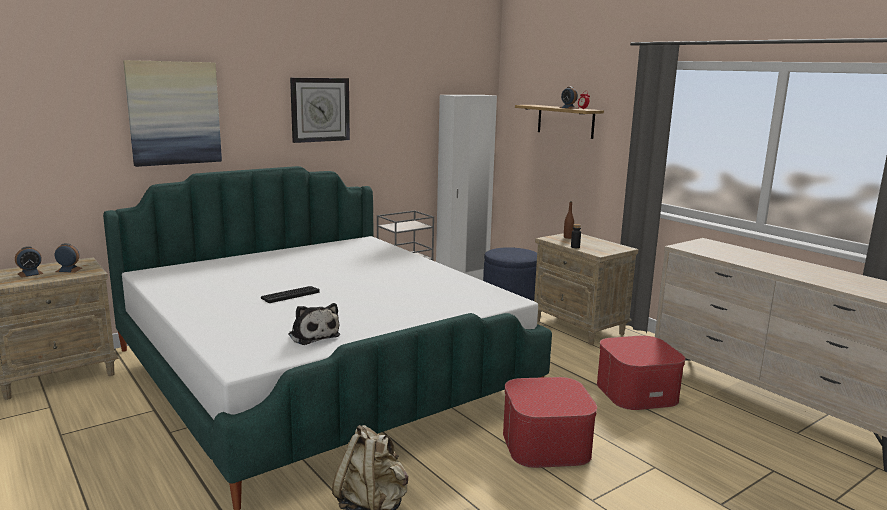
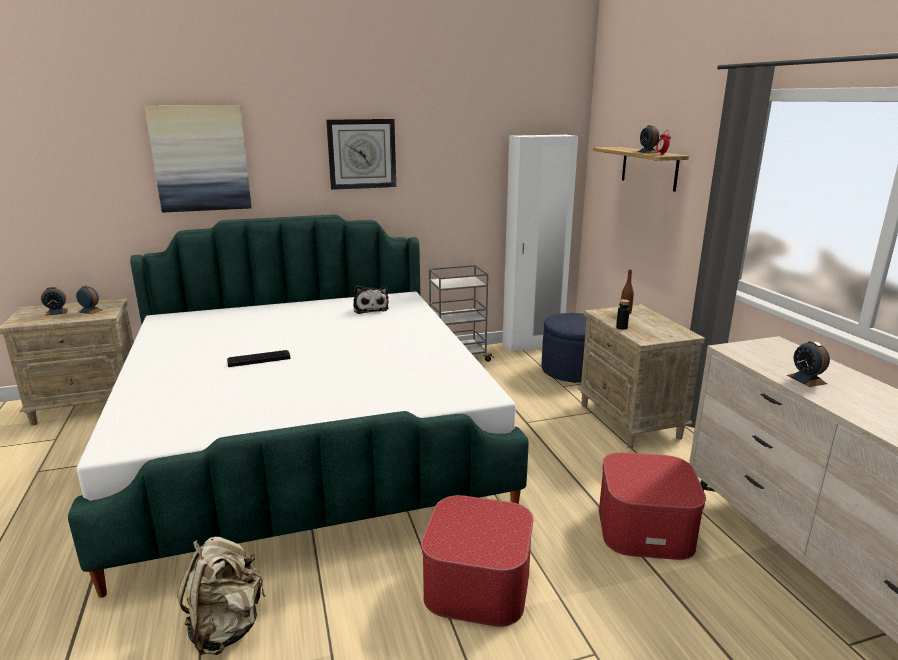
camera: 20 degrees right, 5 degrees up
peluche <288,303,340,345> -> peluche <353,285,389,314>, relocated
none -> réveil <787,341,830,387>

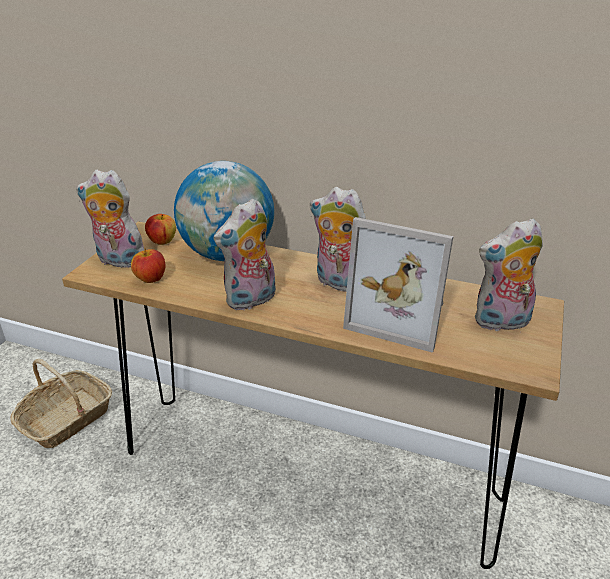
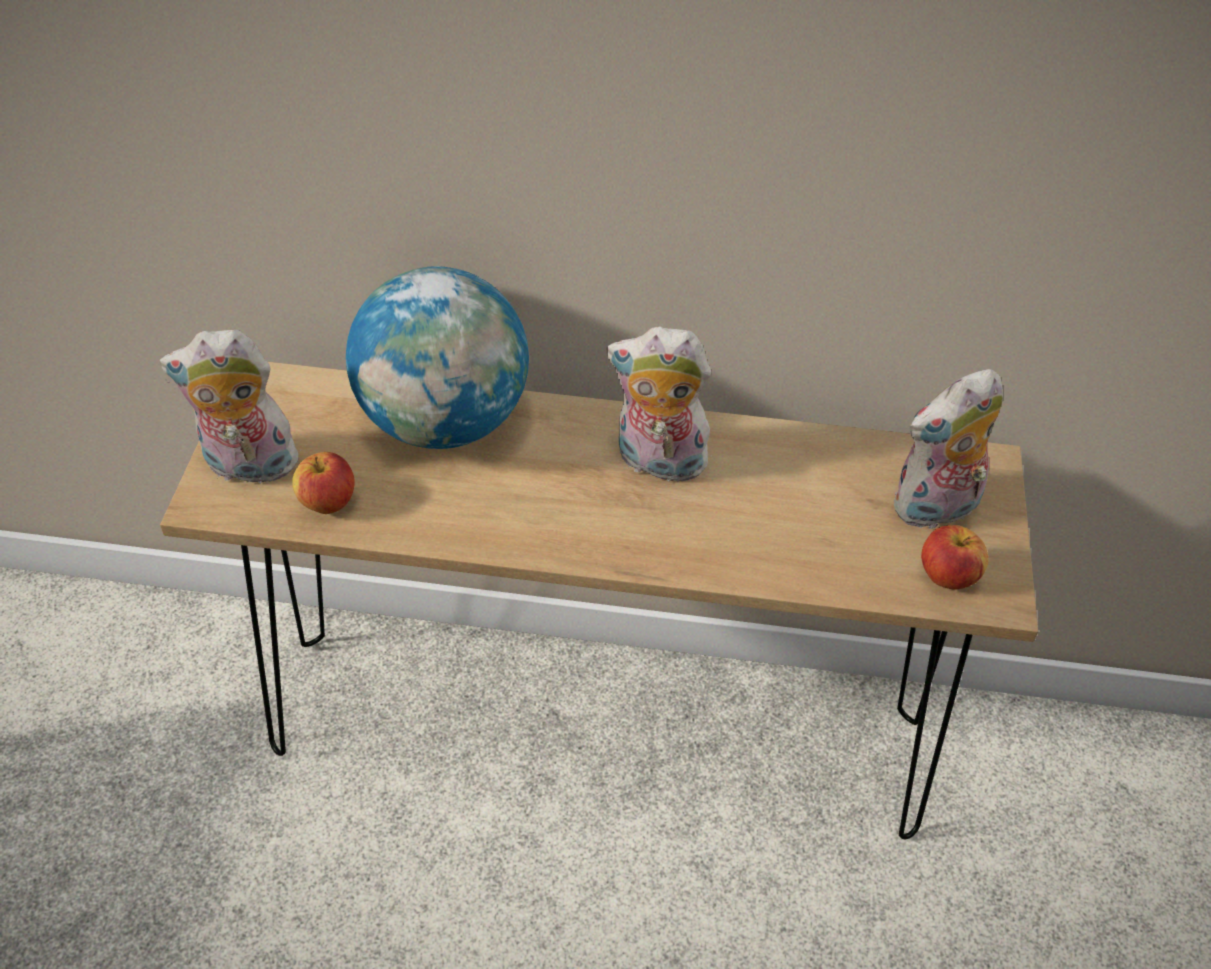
camera: 15 degrees left, 15 degrees up
panier <10,359,112,448> -> none
pomme <145,214,176,245> -> pomme <921,525,989,590>, relocated
peluche <214,199,276,311> -> none
cadre photo <343,217,454,353> -> none

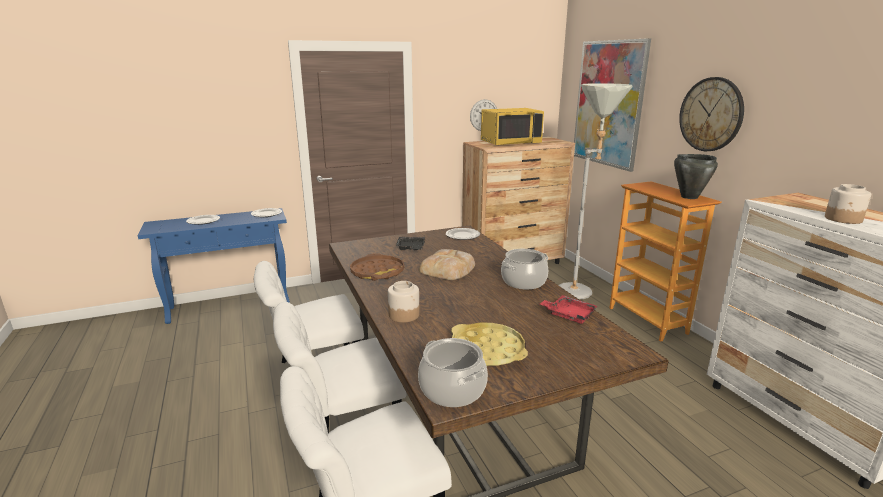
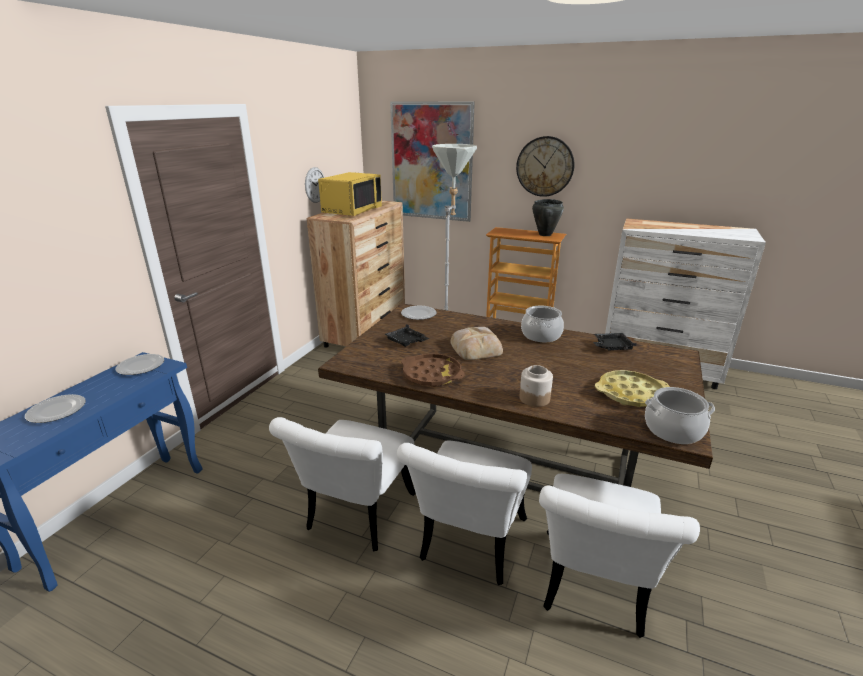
camera: 45 degrees left, 5 degrees up
plateau [rouge] <540,295,598,324> -> plateau [noir] <593,333,637,350>
bocal <825,184,871,224> -> none

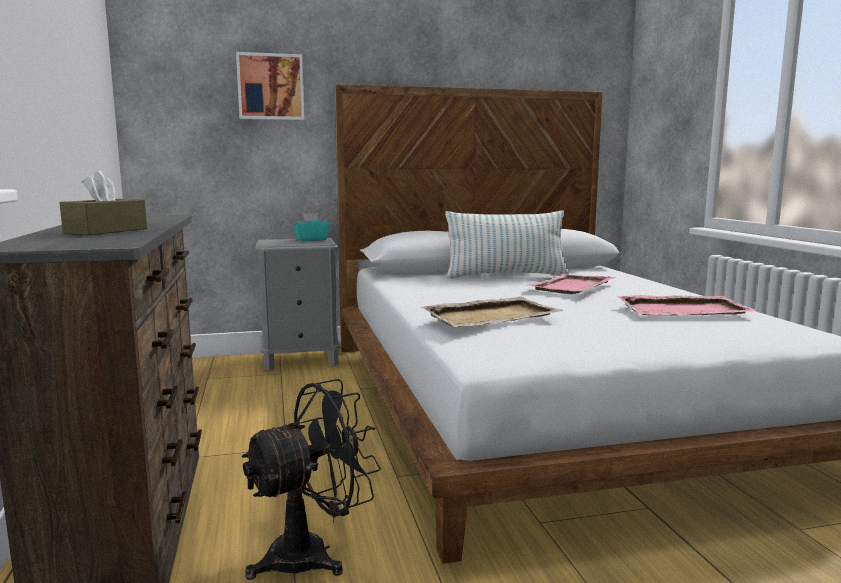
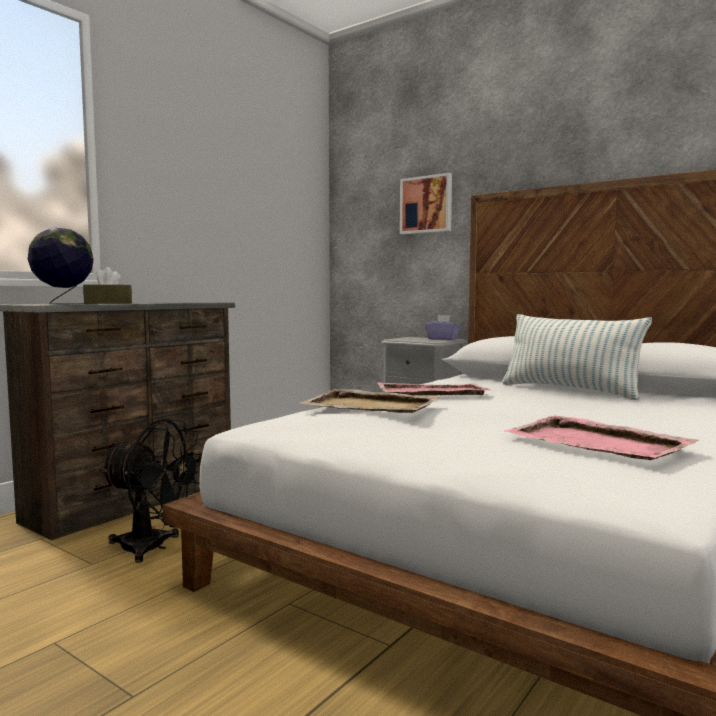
camera: 50 degrees right, 5 degrees down
boîte à mouchoirs [turquoise] <293,213,330,241> -> boîte à mouchoirs [violet] <425,315,460,340>
plateau [rose] <525,274,616,294> -> plateau [rose] <378,383,490,396>, relocated
none -> globe <28,227,94,304>

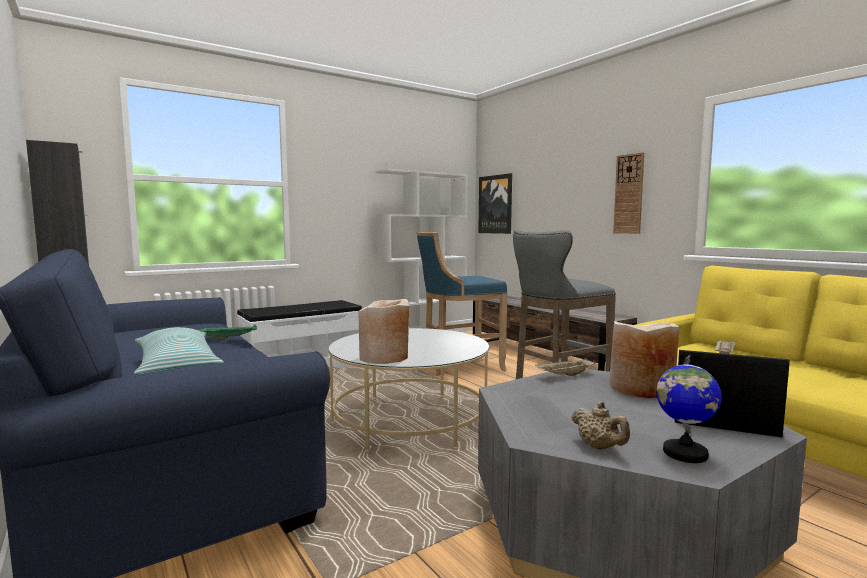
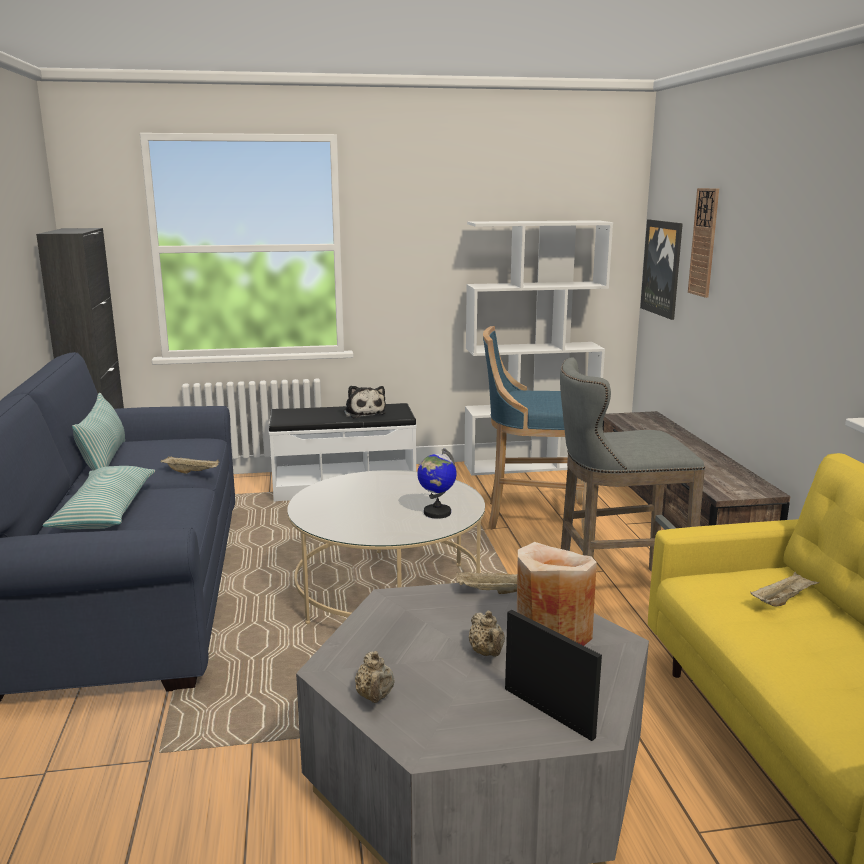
camera: 25 degrees right, 10 degrees up
plateau [vert] <198,324,257,340> -> plateau [beige] <161,456,220,474>
vase [beige] <358,299,409,364> -> none
horloge murale <613,152,644,234> -> horloge murale <688,188,719,298>, relocated
globe <656,355,722,463> -> globe <417,448,456,519>, relocated
none -> coussin <72,393,125,470>
none -> peluche <344,385,386,418>
none -> théière [beige] <469,611,505,657>

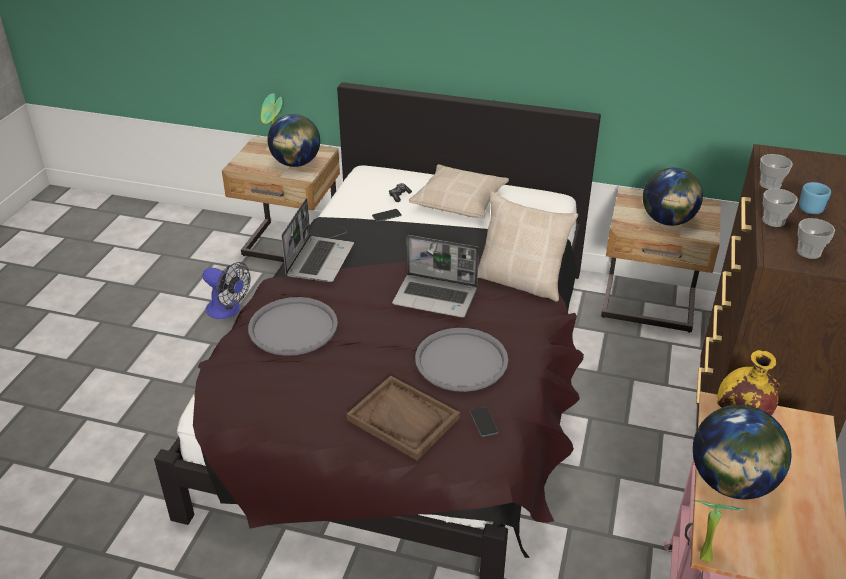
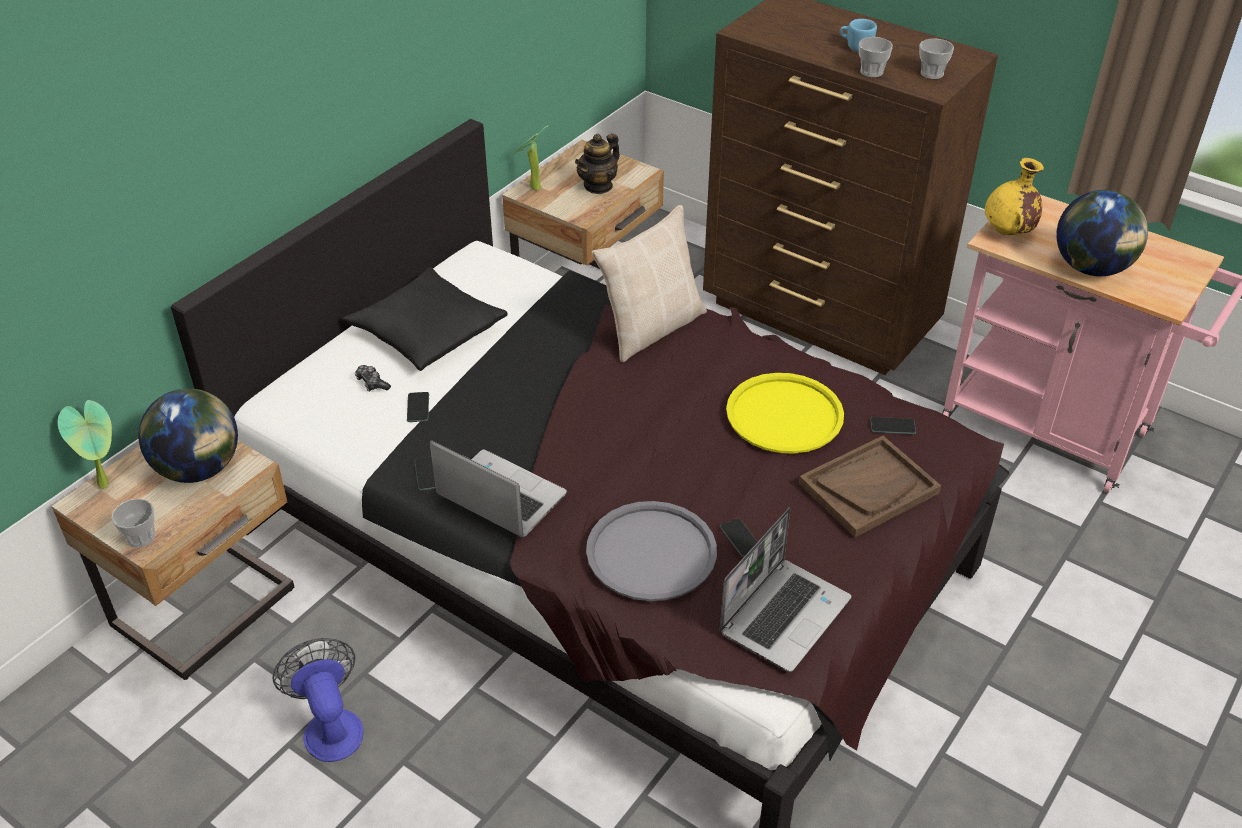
camera: 70 degrees left, 5 degrees up
ventilateur <203,262,250,319> -> ventilateur <272,638,364,762>, 75 degrees counterclockwise
ordinateur portable <392,235,479,318> -> ordinateur portable <720,508,851,672>, relocated
coussin [beige] <409,164,509,218> -> coussin [noir] <343,267,508,371>
plateau [gris] <415,328,508,392> -> plateau [jaune] <726,373,844,454>
globe <643,168,703,226> -> théière <575,133,620,194>
plante en pot <692,500,747,562> -> plante en pot <515,125,548,191>, relocated
tasse <760,154,793,190> -> tasse <111,499,155,548>, relocated
none -> téléphone <720,518,757,557>

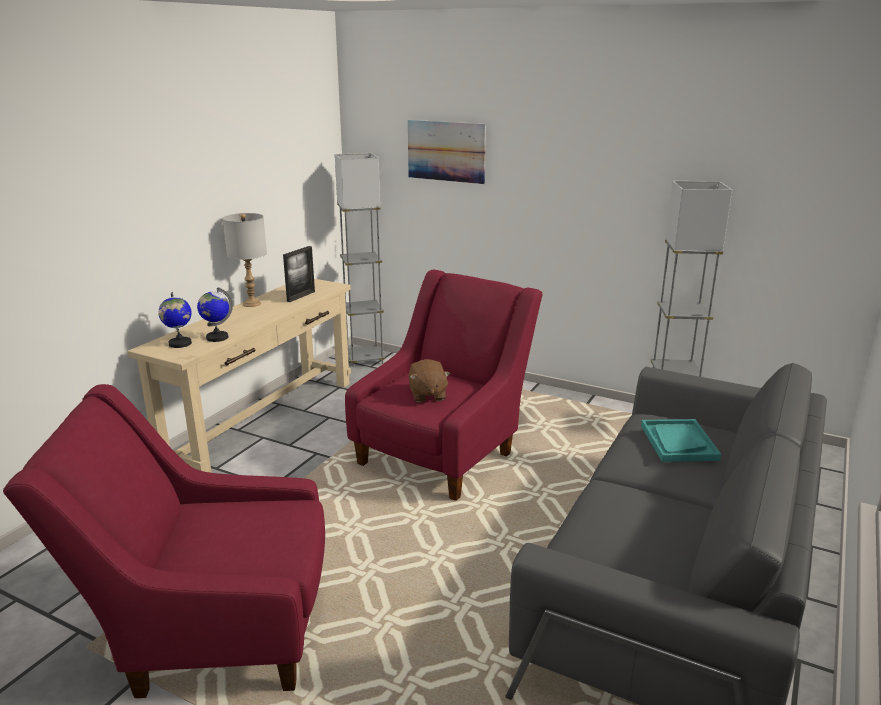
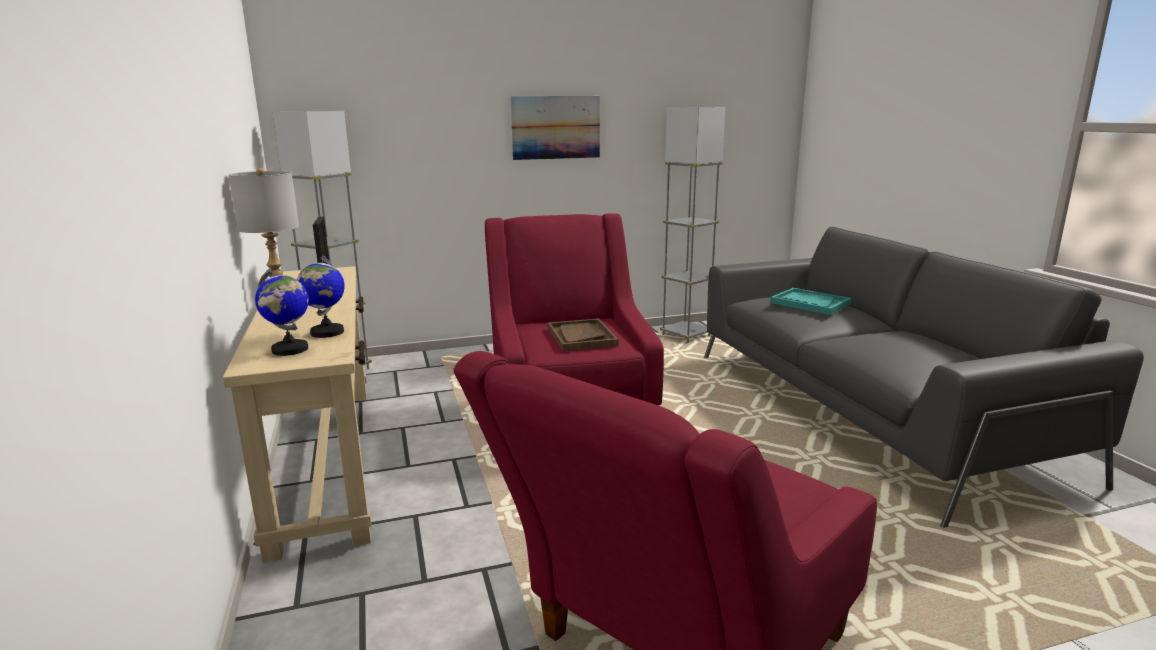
camera: 45 degrees left, 5 degrees down
tableau <408,120,486,184> -> tableau <511,96,600,160>, relocated
peluche [marron] <408,359,450,402> -> plateau [marron] <548,318,619,351>

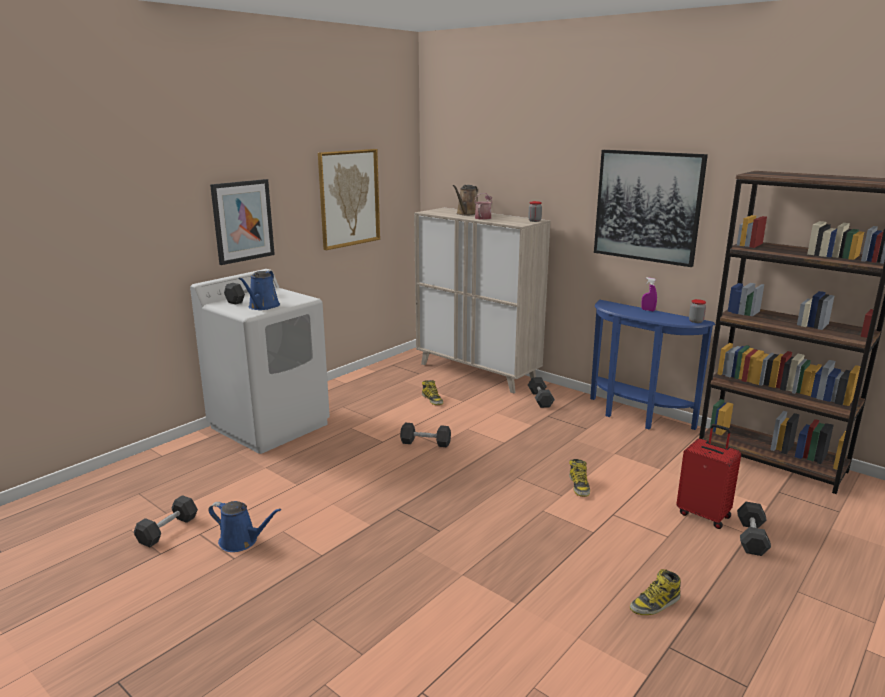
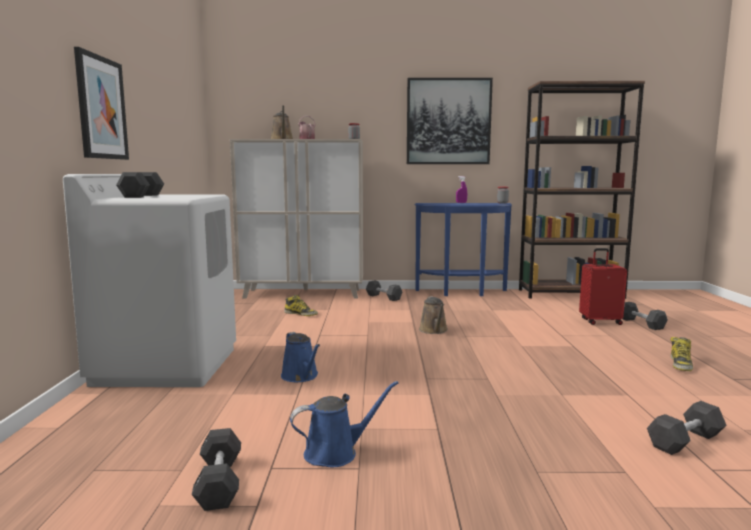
camera: 40 degrees left, 10 degrees down
arrosoir [bleu] <239,270,280,310> -> arrosoir [bleu] <281,332,320,382>, relocated
tableau <318,149,380,250> -> none
haltère [noir] <400,423,451,447> -> haltère [noir] <647,401,726,455>, relocated
botte <569,459,590,497> -> none
none -> arrosoir [marron] <419,296,448,334>

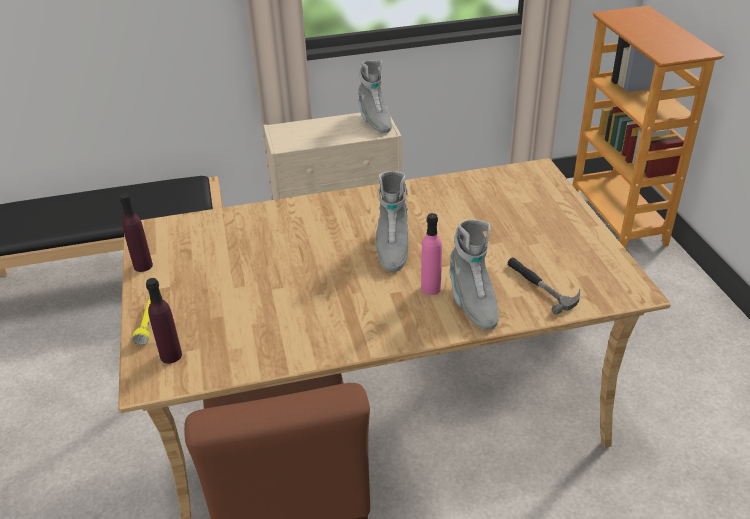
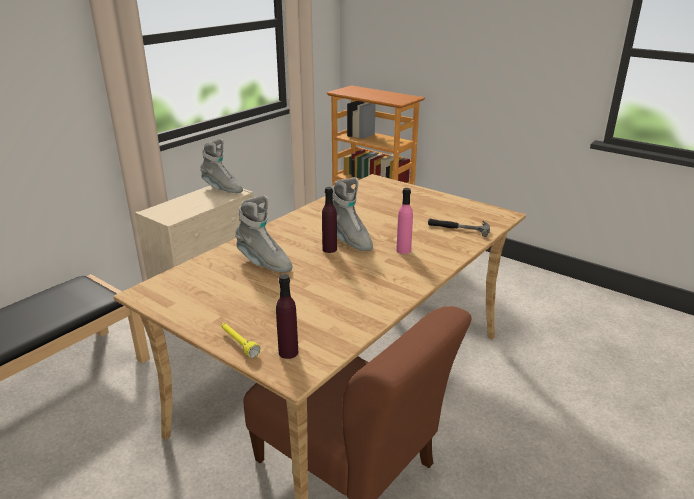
camera: 40 degrees left, 10 degrees down
bouteille [violet] <120,193,153,272> -> bouteille [violet] <322,187,337,253>, relocated
botte [gris] <449,219,499,330> -> botte [gris] <235,195,293,272>, relocated

